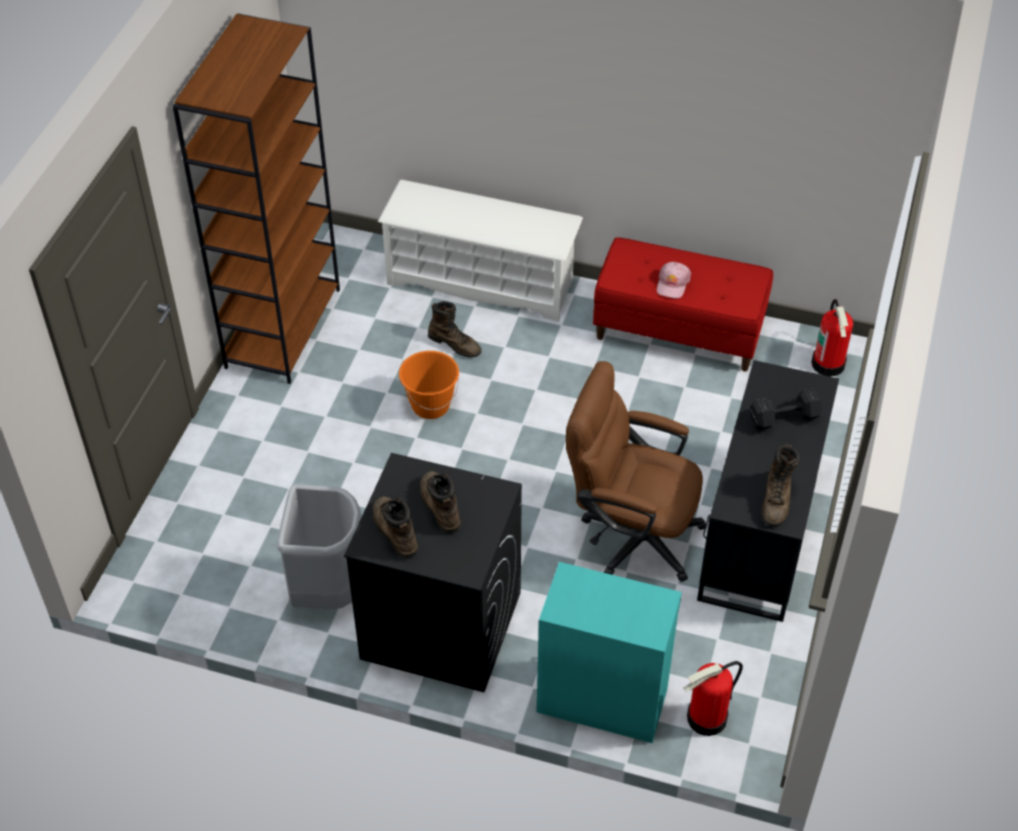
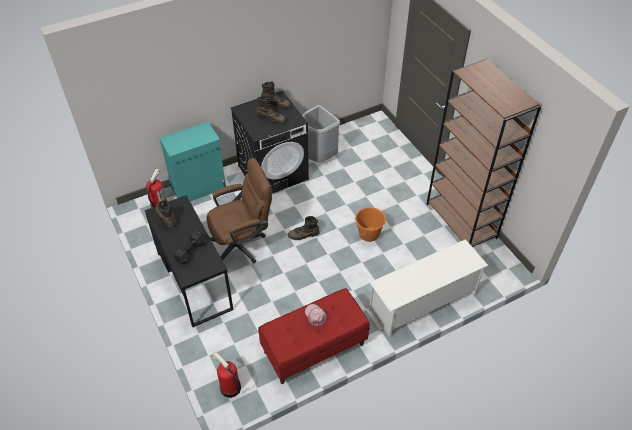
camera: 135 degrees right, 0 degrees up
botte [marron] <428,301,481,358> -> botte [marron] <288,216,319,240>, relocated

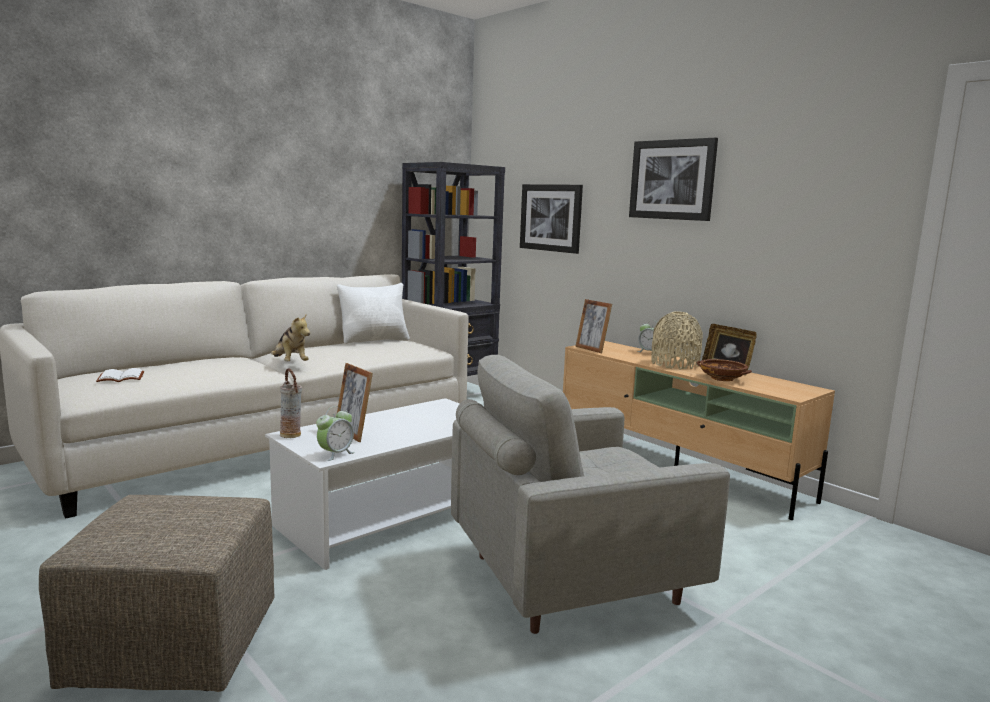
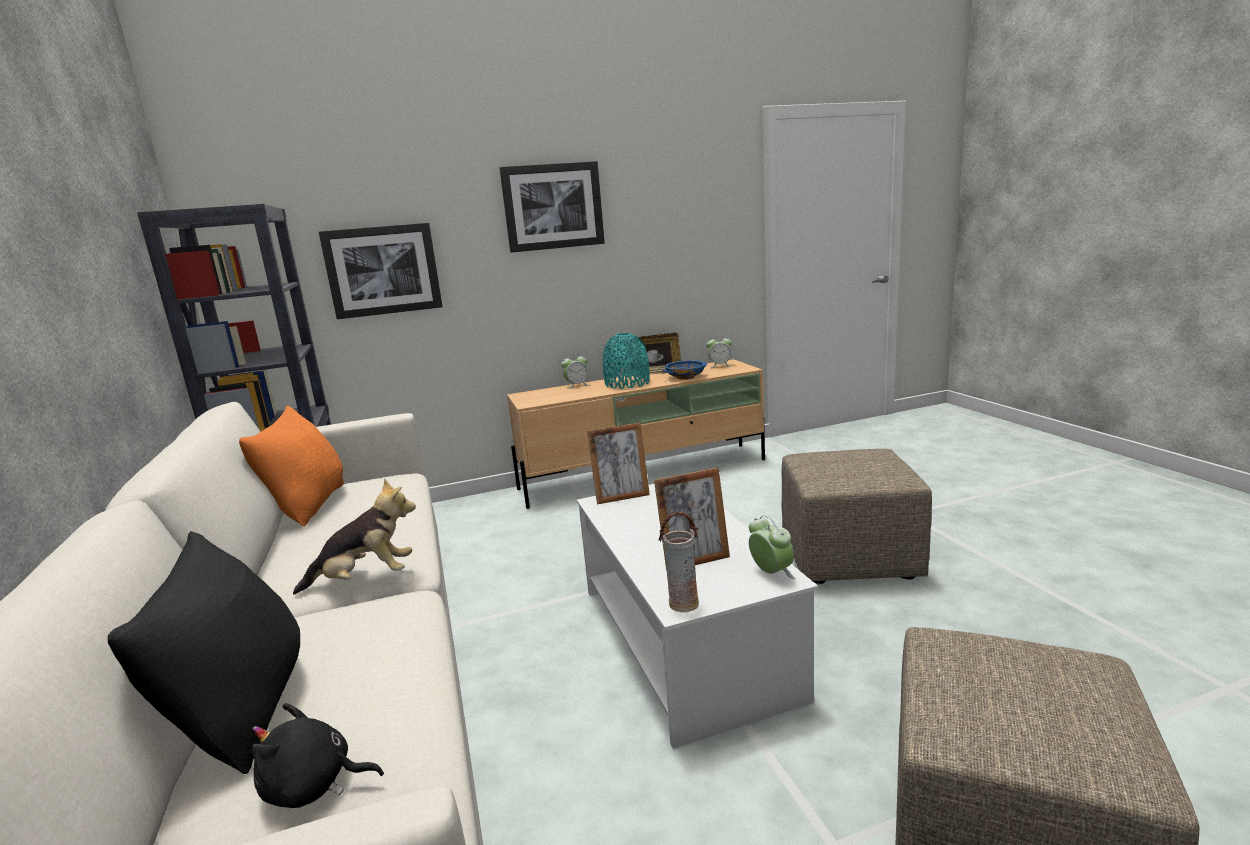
camera: 65 degrees left, 5 degrees up
livre [blanc] <96,368,144,382> -> peluche [noir] <252,703,384,808>
coussin [blanc] <337,283,410,344> -> coussin [orange] <239,406,344,527>
fauteuil [gris] <451,355,730,634> -> pouf [beige] <782,449,932,584>
cadre photo <575,299,612,353> -> cadre photo <587,423,650,504>, relocated
vase [beige] <651,312,703,369> -> vase [turquoise] <603,333,650,389>
bol [marron] <697,359,752,381> -> bol [bleu] <663,360,707,380>
none -> coussin [noir] <108,531,300,774>
none -> réveil <706,338,732,368>

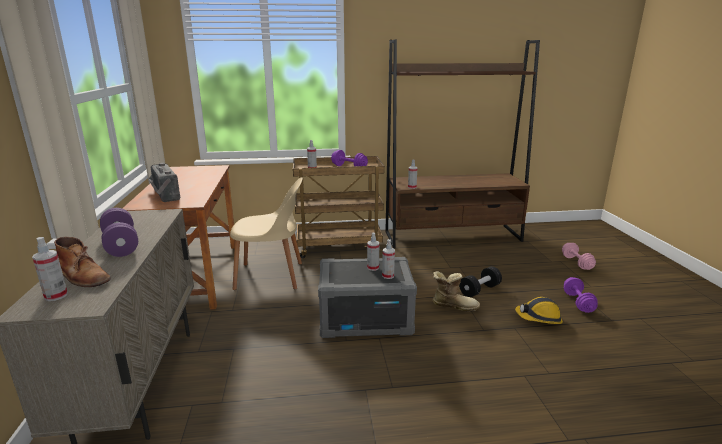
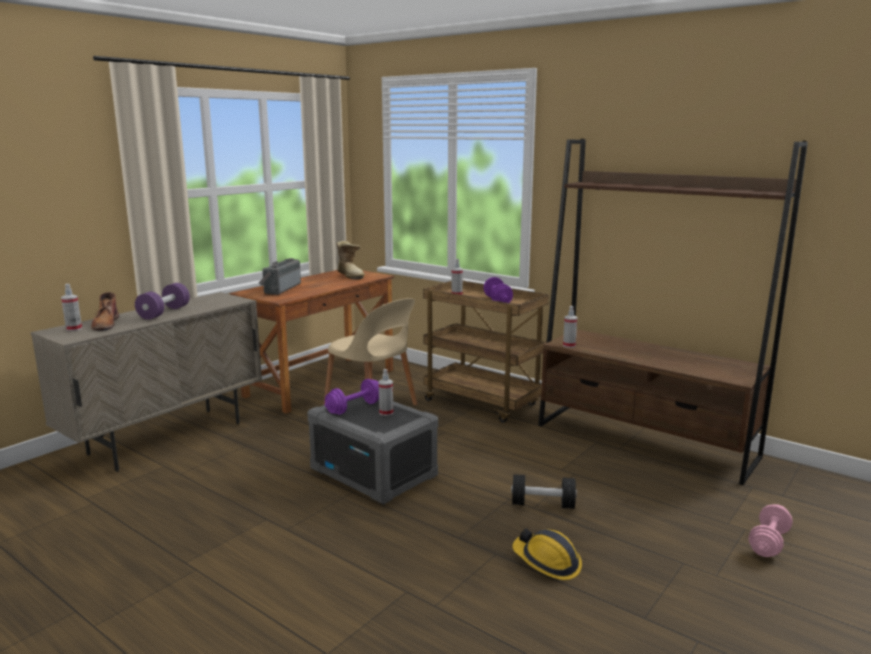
camera: 45 degrees right, 5 degrees down
vaporisateur <382,239,395,279> -> none
botte <433,271,480,312> -> botte <336,241,365,280>, relocated
haltère [violet] <564,277,598,313> -> haltère [violet] <324,379,379,415>, relocated

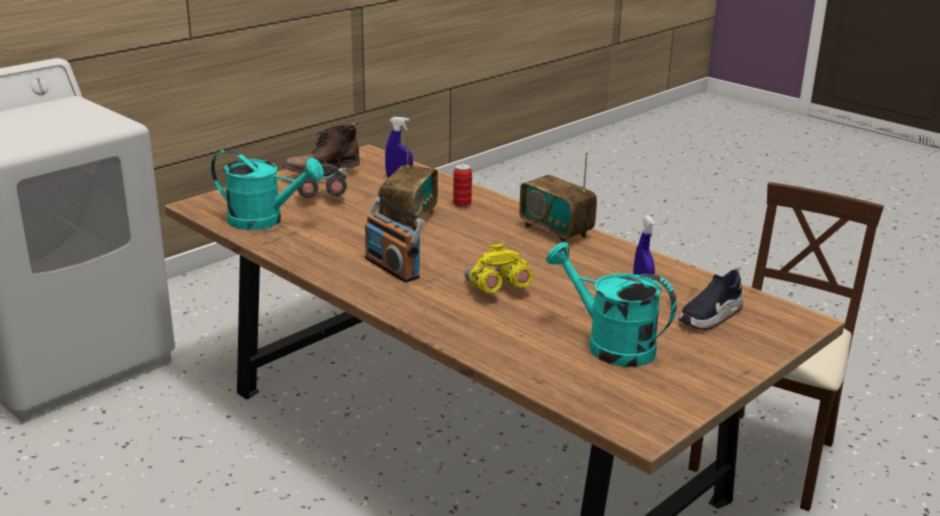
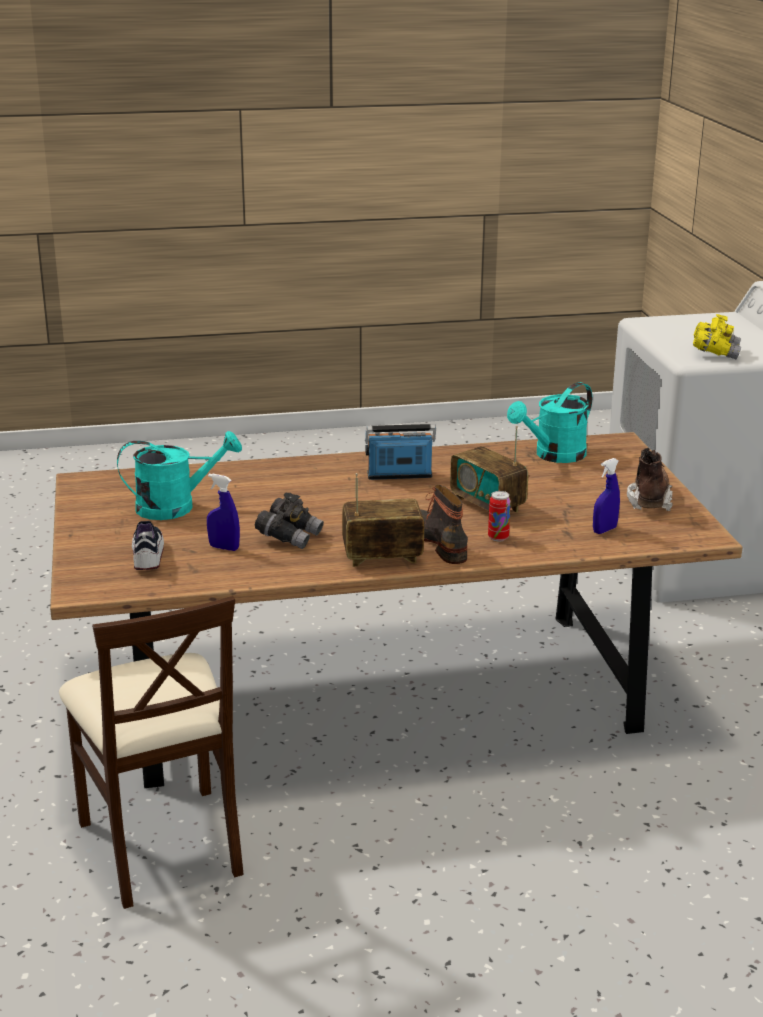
camera: 125 degrees right, 0 degrees up
jumelles [gris] <296,159,347,198> -> jumelles [gris] <254,493,324,549>, relocated
jumelles [jaune] <465,244,533,293> -> jumelles [jaune] <693,314,741,359>, relocated
none -> botte <420,485,468,564>

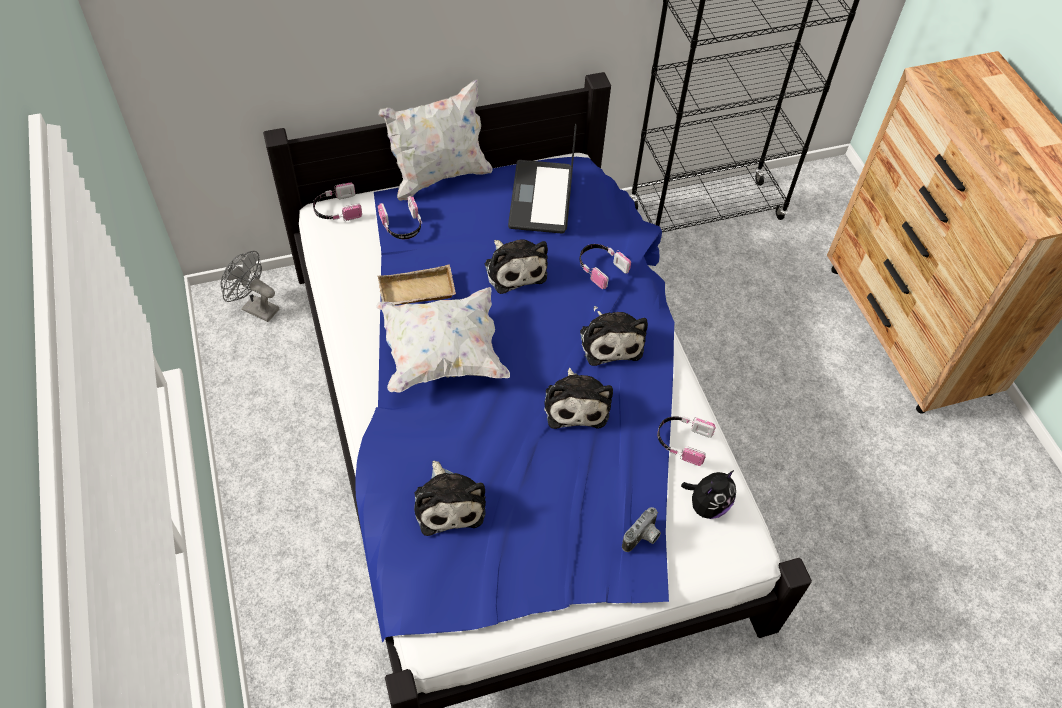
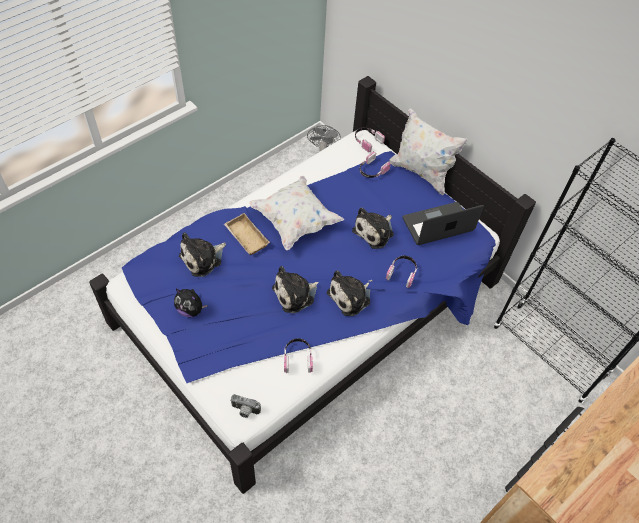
camera: 65 degrees right, 0 degrees up
plateau [beige] <378,265,456,305> -> plateau [beige] <224,213,270,255>, relocated
appareil photo <622,507,661,552> -> appareil photo <230,394,261,418>, relocated
peluche <681,470,736,519> -> peluche <174,288,207,317>, relocated

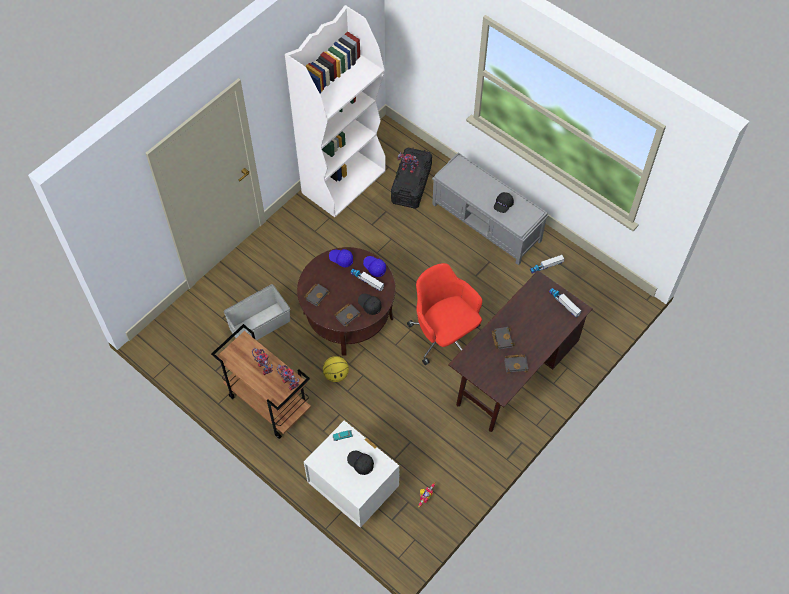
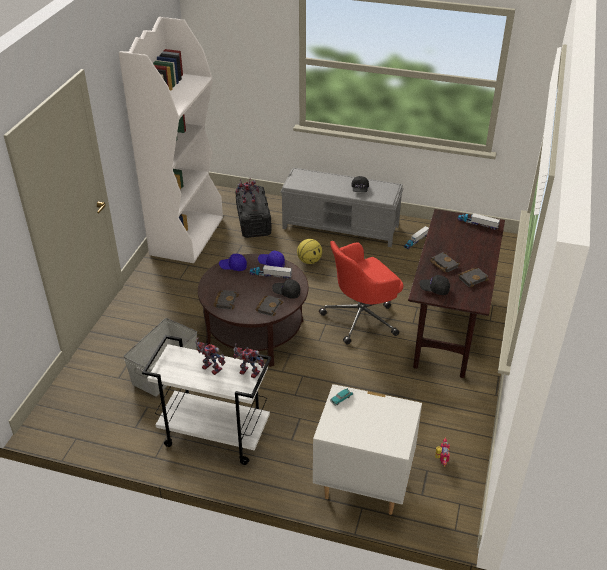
camera: 25 degrees left, 20 degrees down
chariot [marron] <211,324,311,439> -> chariot [blanc] <142,335,271,465>
ballon de basket <323,356,349,382> -> ballon de basket <297,239,322,264>, relocated
casquette [noir] <347,451,374,475> -> casquette [noir] <419,275,450,295>, relocated
chaise de bureau [rouge] <407,263,482,365> -> chaise de bureau [rouge] <319,241,403,345>, 60 degrees counterclockwise

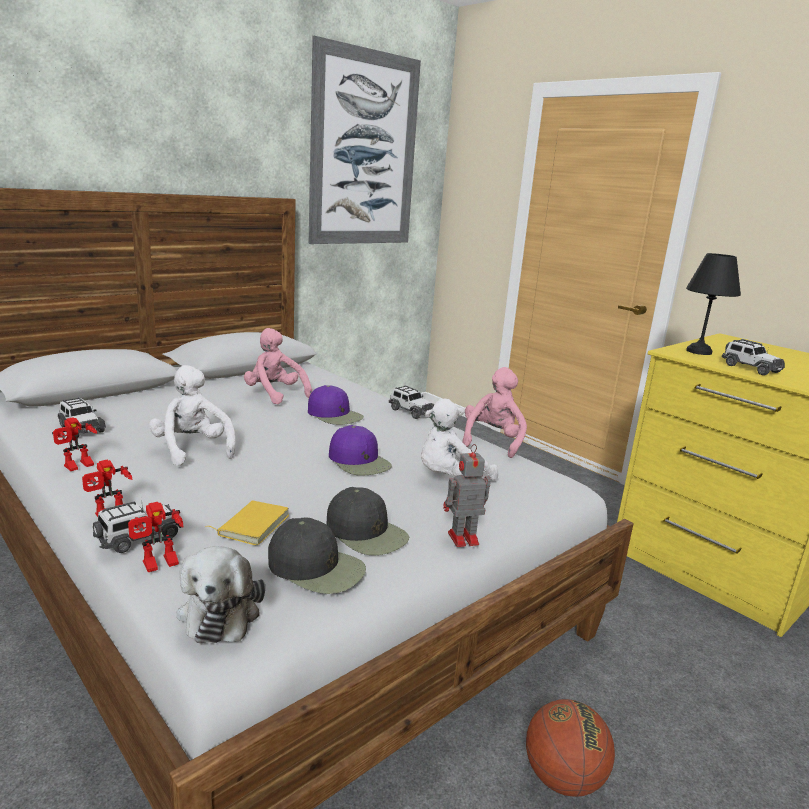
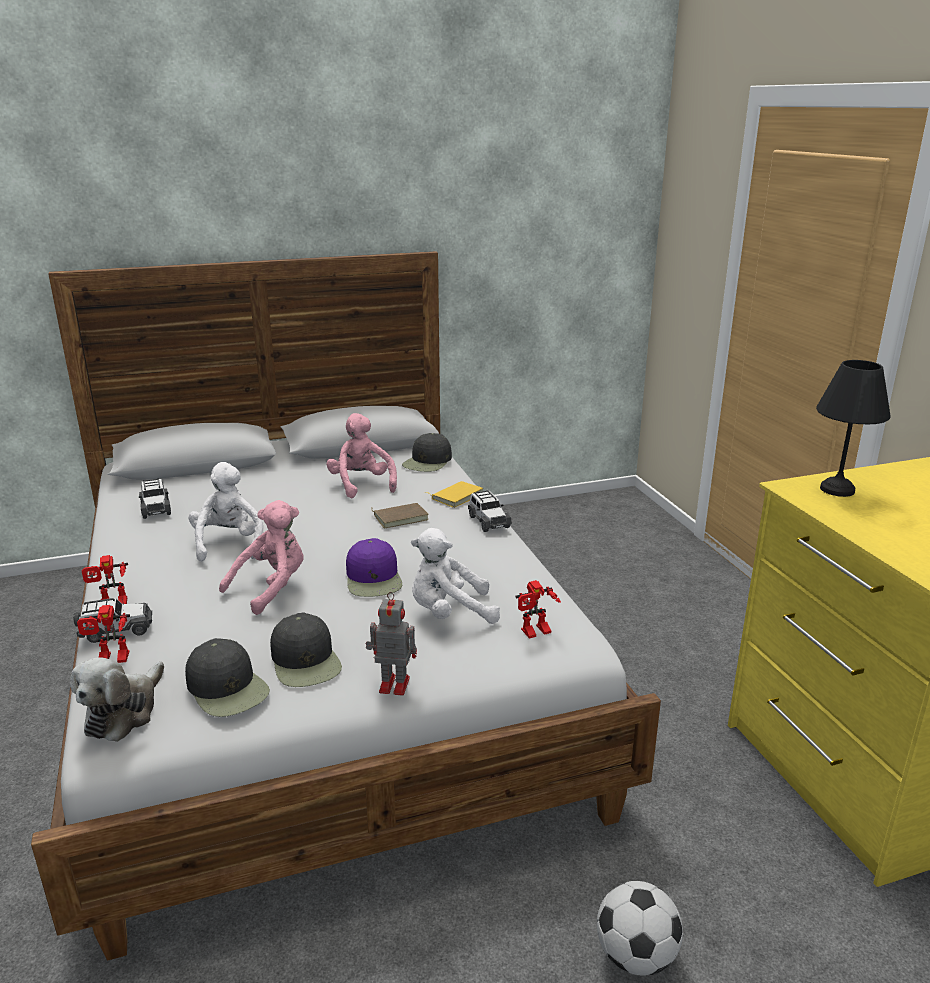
camera: 25 degrees right, 5 degrees up
robot jouet <52,417,97,471> -> robot jouet <515,580,561,638>, relocated
livre [jaune] <205,500,289,546> -> livre [jaune] <424,481,483,508>, relocated
casquette [violet] <308,385,364,425> -> livre [marron] <372,503,429,528>
tableau <309,36,421,244> -> none
peluche [rose] <462,367,527,458> -> peluche [rose] <219,500,303,615>, relocated
ballon de basket <526,699,615,797> -> none
petite voiture <722,339,785,375> -> none
none -> casquette [noir] <402,433,452,472>
none -> ballon de foot <597,881,683,976>

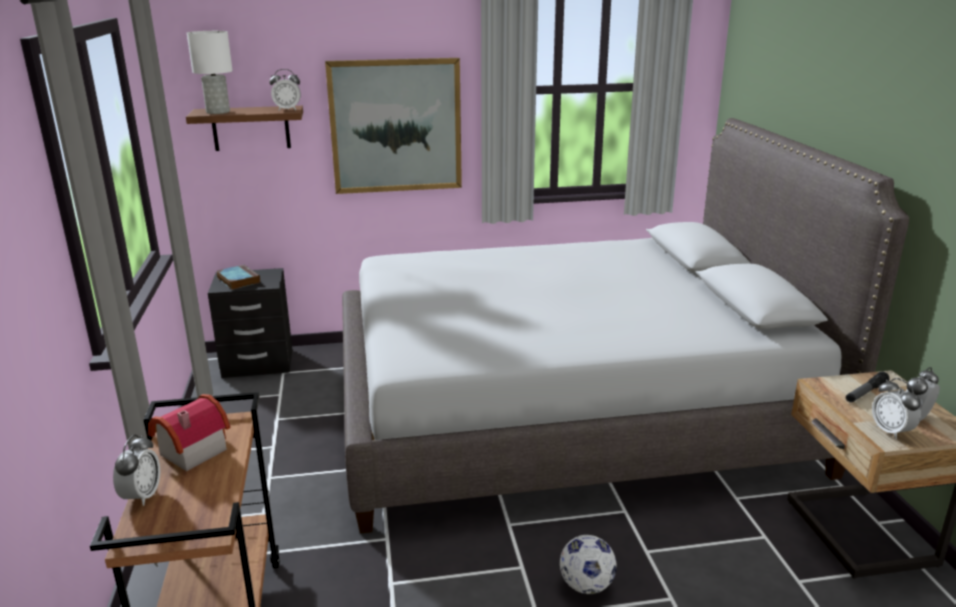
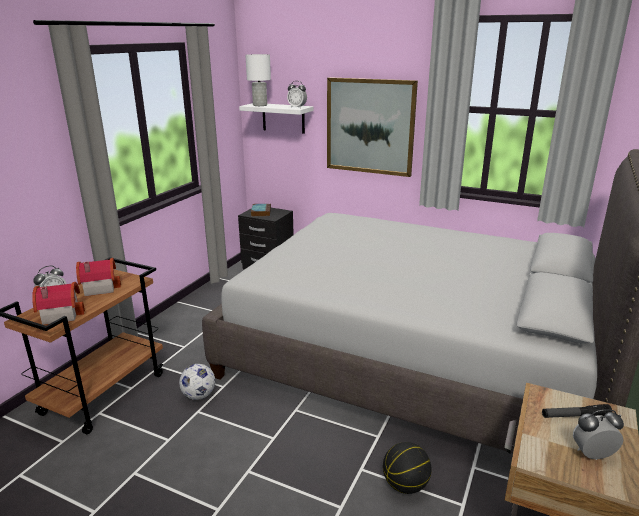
camera: 35 degrees right, 0 degrees up
étagère [marron] <186,106,303,151> -> étagère [blanc] <239,103,313,134>
ballon de foot <560,535,617,594> -> ballon de foot <179,364,215,400>, relocated
réveil <872,378,921,439> -> none
none -> maison miniature <32,282,85,325>
none -> ballon de basket <383,442,432,494>

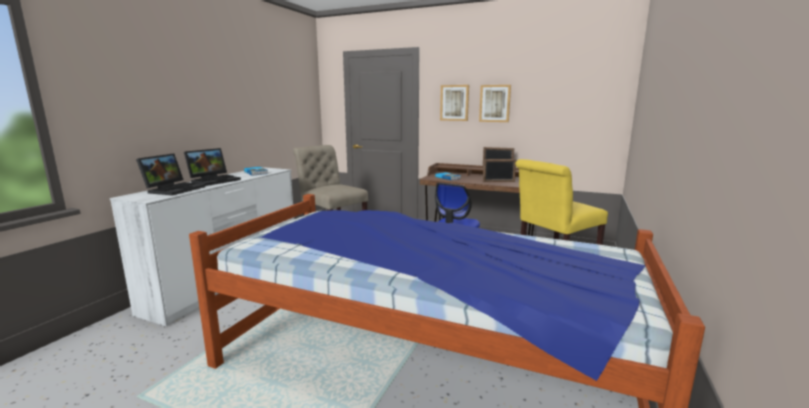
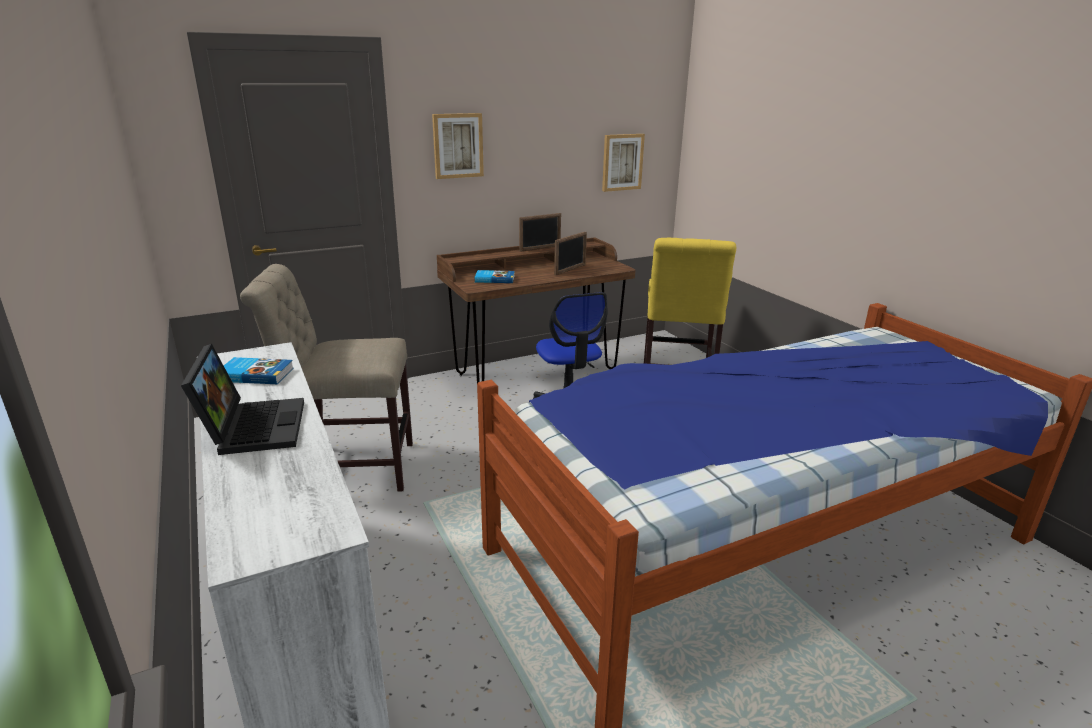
camera: 50 degrees left, 10 degrees up
ordinateur portable <136,153,205,196> -> none
tableau <479,85,511,122> -> tableau <602,134,645,192>, relocated

